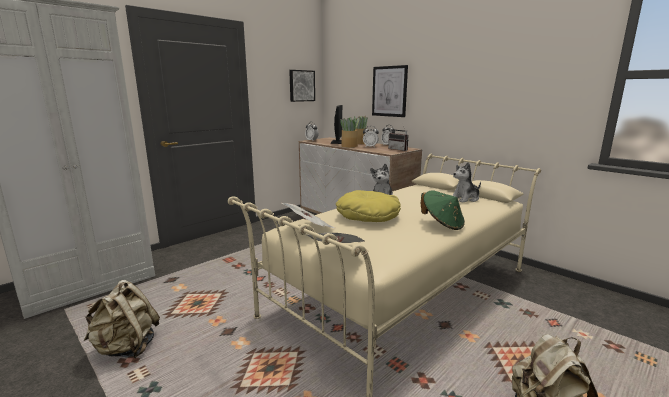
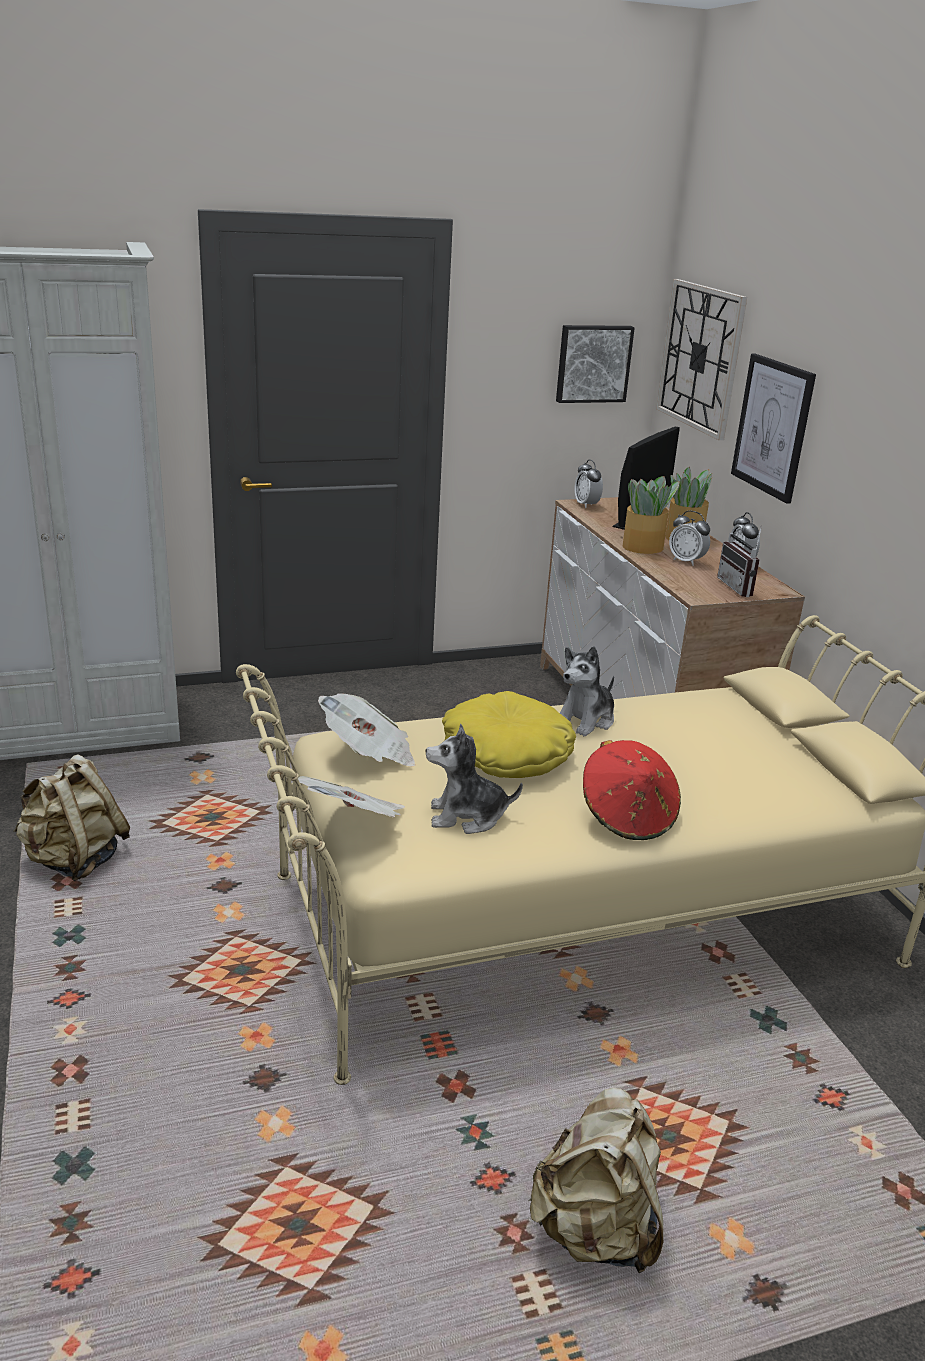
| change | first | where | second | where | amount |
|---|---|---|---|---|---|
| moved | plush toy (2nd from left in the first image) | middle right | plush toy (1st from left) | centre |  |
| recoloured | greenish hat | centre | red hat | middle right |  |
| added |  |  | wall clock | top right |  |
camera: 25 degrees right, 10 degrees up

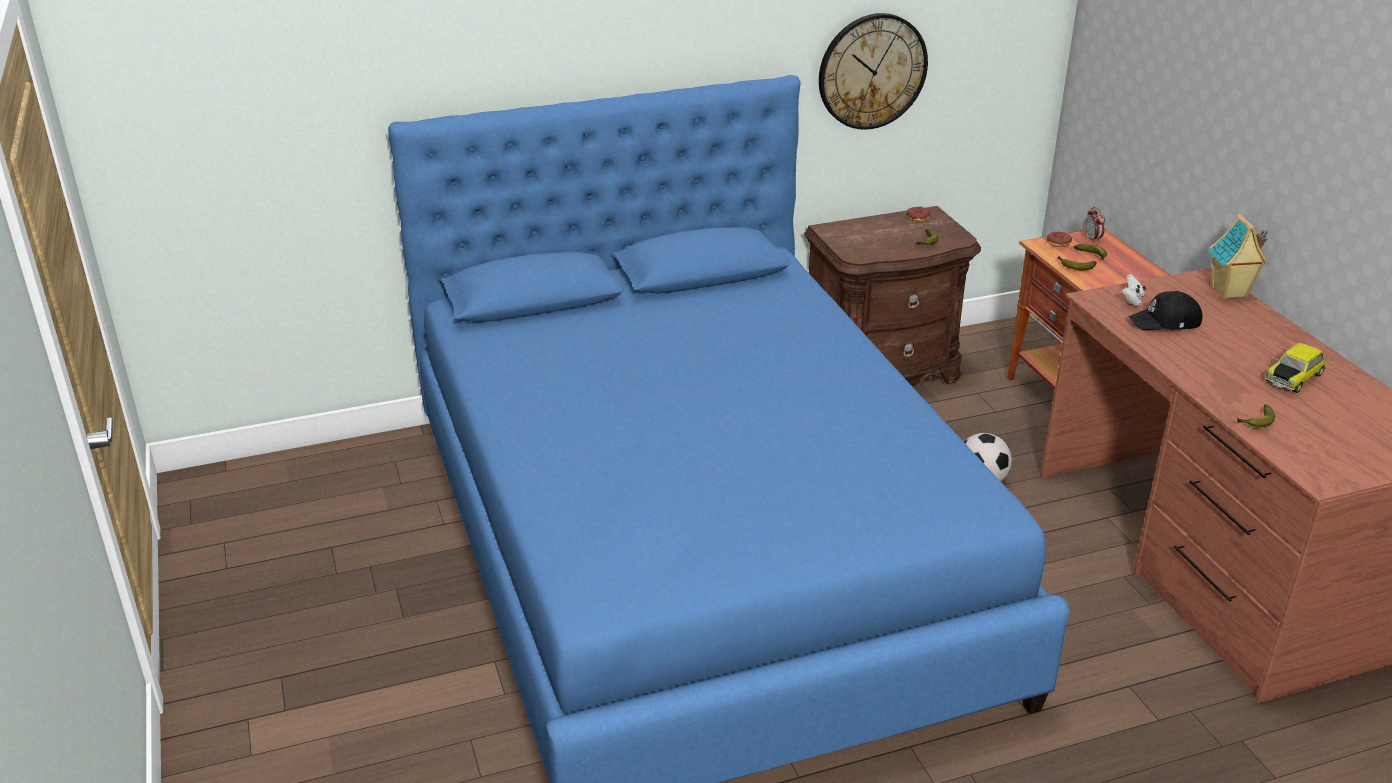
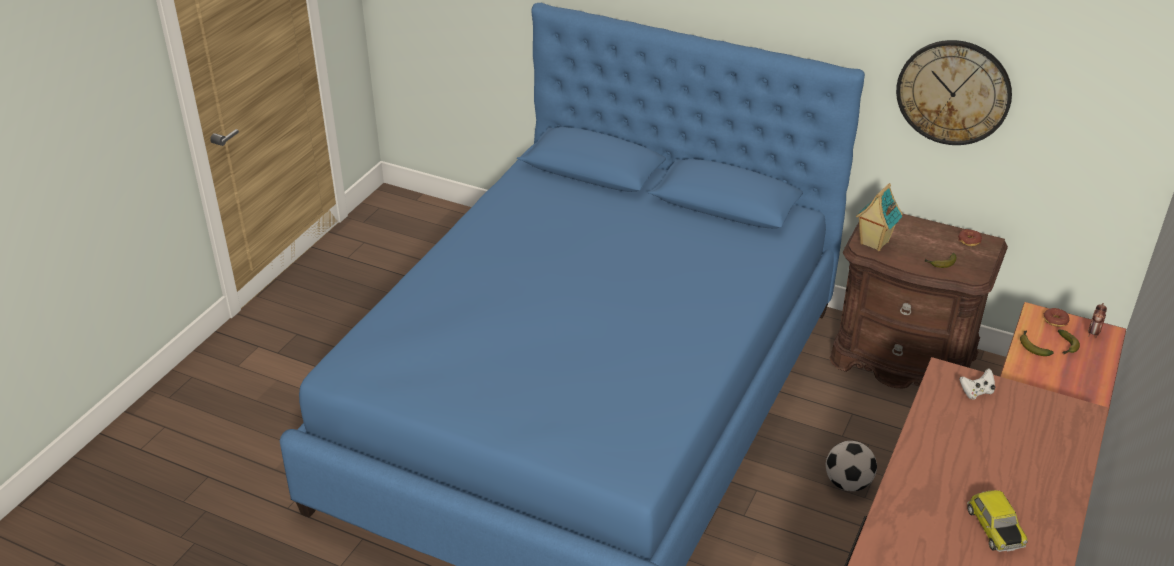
| change | first | where | second | where | amount |
|---|---|---|---|---|---|
| moved | miniature house | top right |  | middle right |  |
| removed | black-coloured baseball cap | middle right |  |  |  |
| turned | toy car | middle right |  | bottom right | 105 degrees counterclockwise |
| removed | whole banana (4th from left) | middle right |  |  |  |
camera: 45 degrees right, 5 degrees up

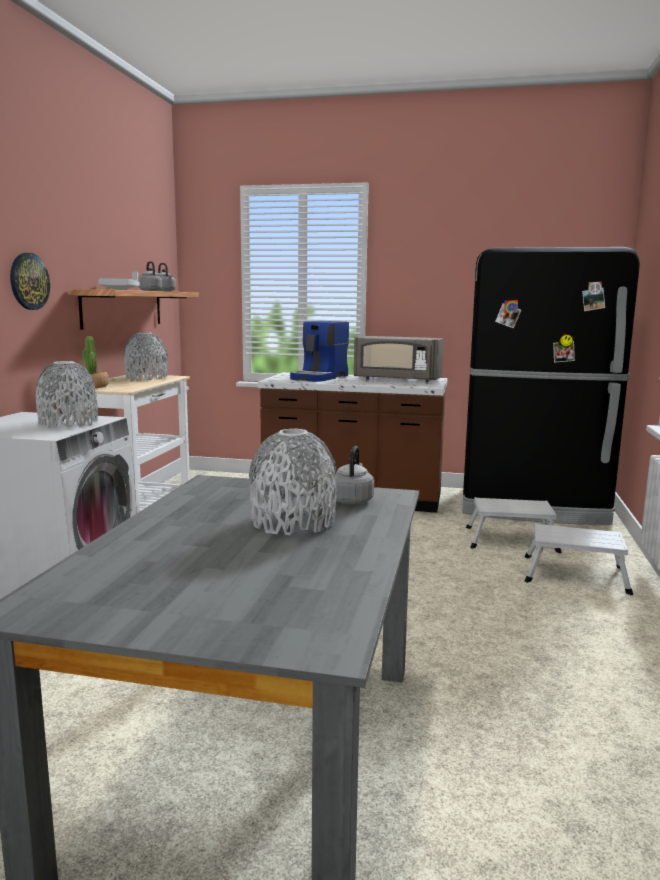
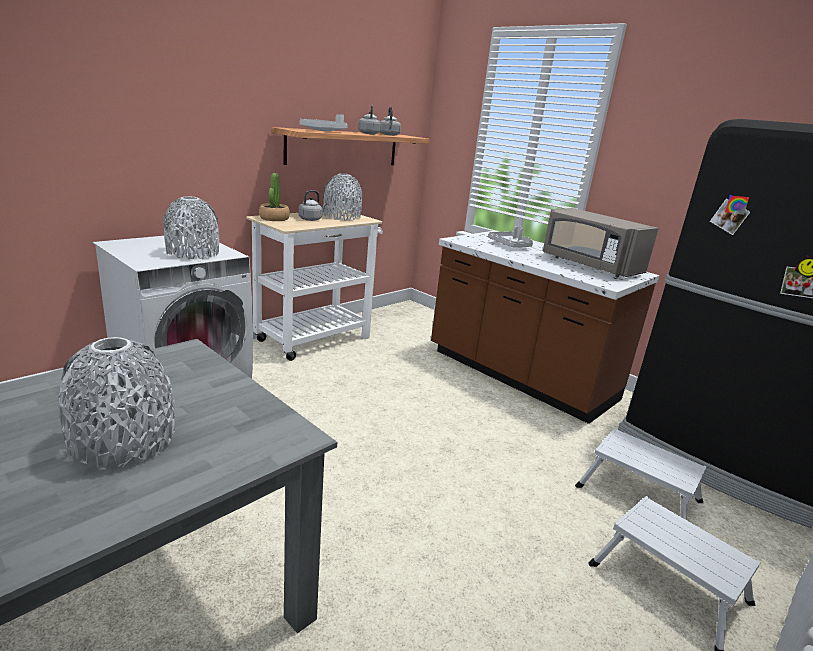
| change | first | where | second | where | amount |
|---|---|---|---|---|---|
| removed | wall clock | top left |  |  |  |
| replaced | coffee machine | centre | gray tray (2nd from left) | centre |  |
| moved | gray water kettle (3rd from left in the first image) | centre | gray water kettle (1st from left) | top centre |  |
camera: 30 degrees right, 10 degrees up

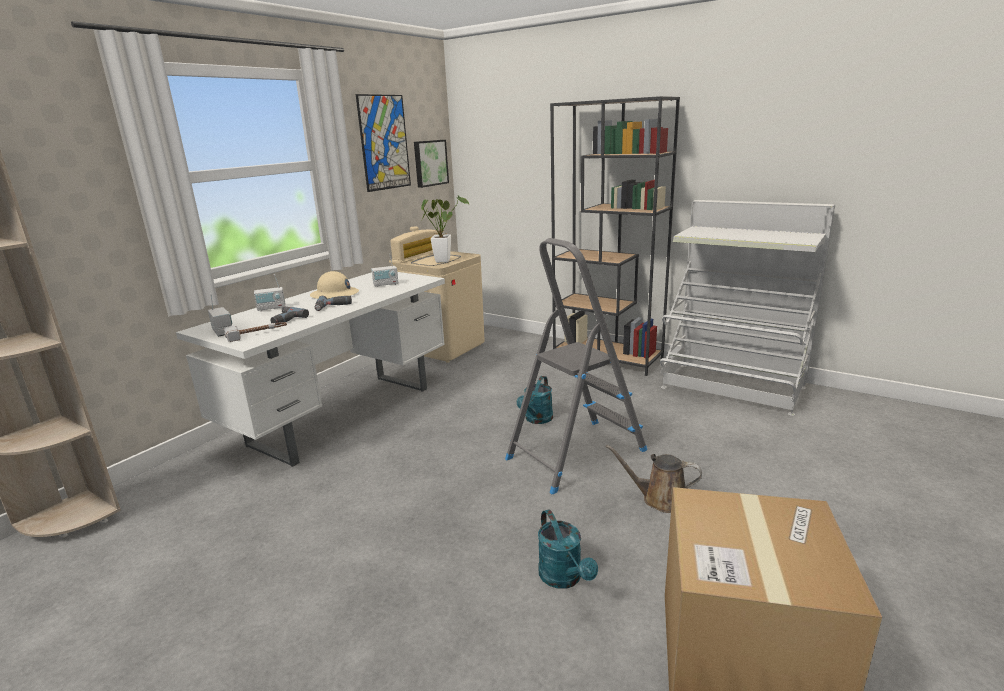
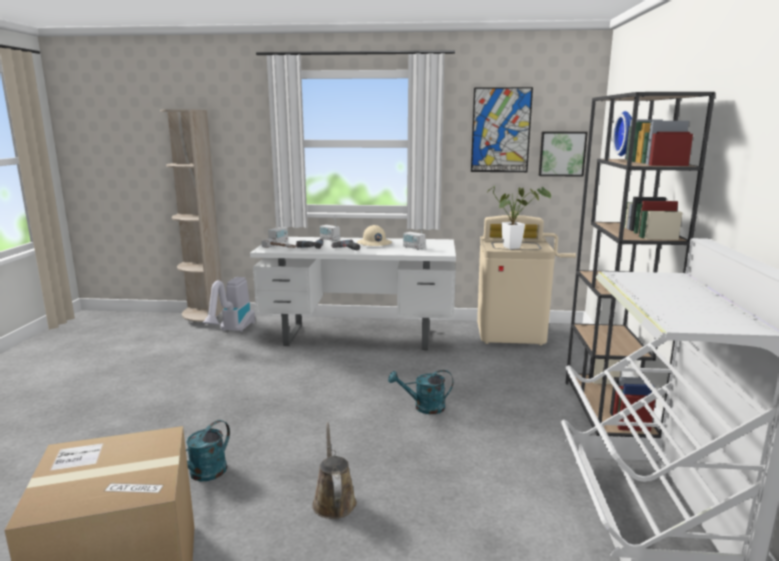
| change | first | where | second | where | amount |
|---|---|---|---|---|---|
| removed | gray stepladder | centre |  |  |  |
| added |  |  | wall clock | top right |  |
| added |  |  | vacuum | middle left |  |
camera: 60 degrees right, 5 degrees down

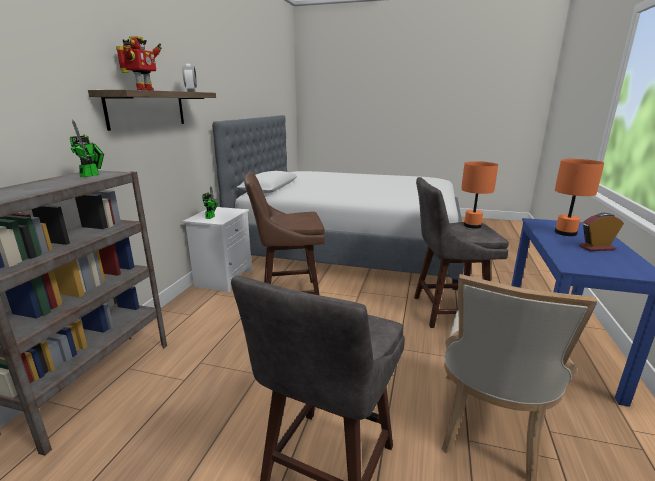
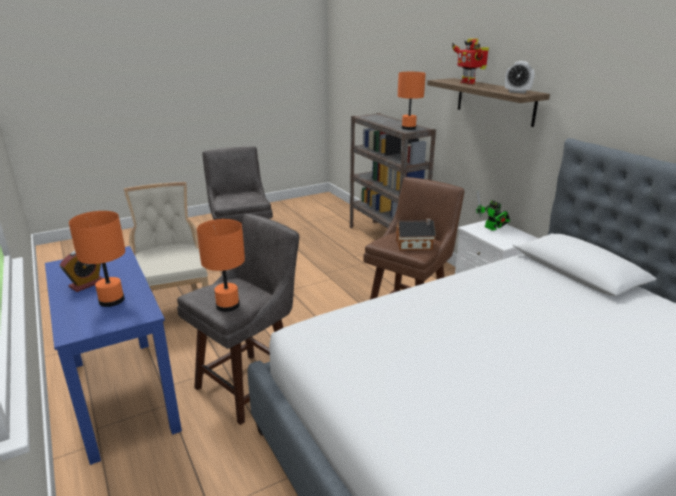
| change | first | where | second | where | amount |
|---|---|---|---|---|---|
| replaced | robot figure (1st from left) | top left | orangey tabletop lamp (3rd from left) | top centre |  |
| added |  |  | miniature house | centre |  |
camera: 135 degrees right, 5 degrees up

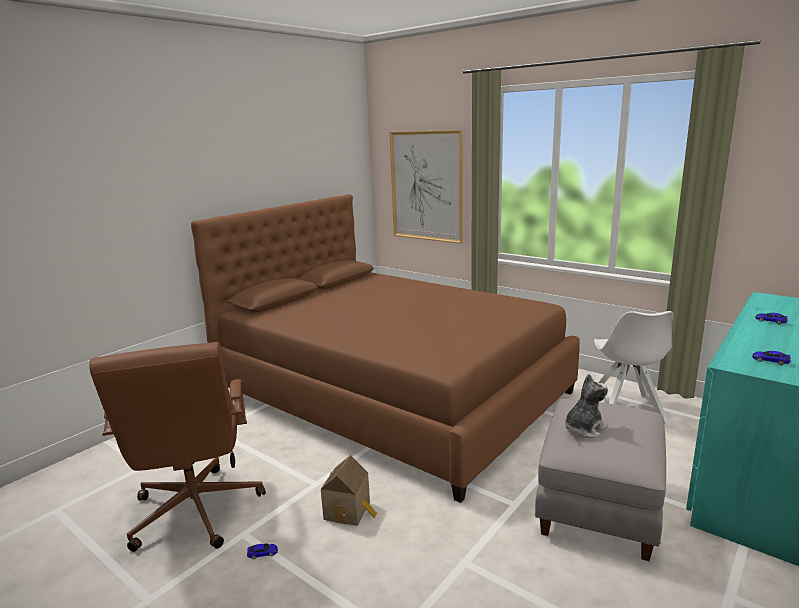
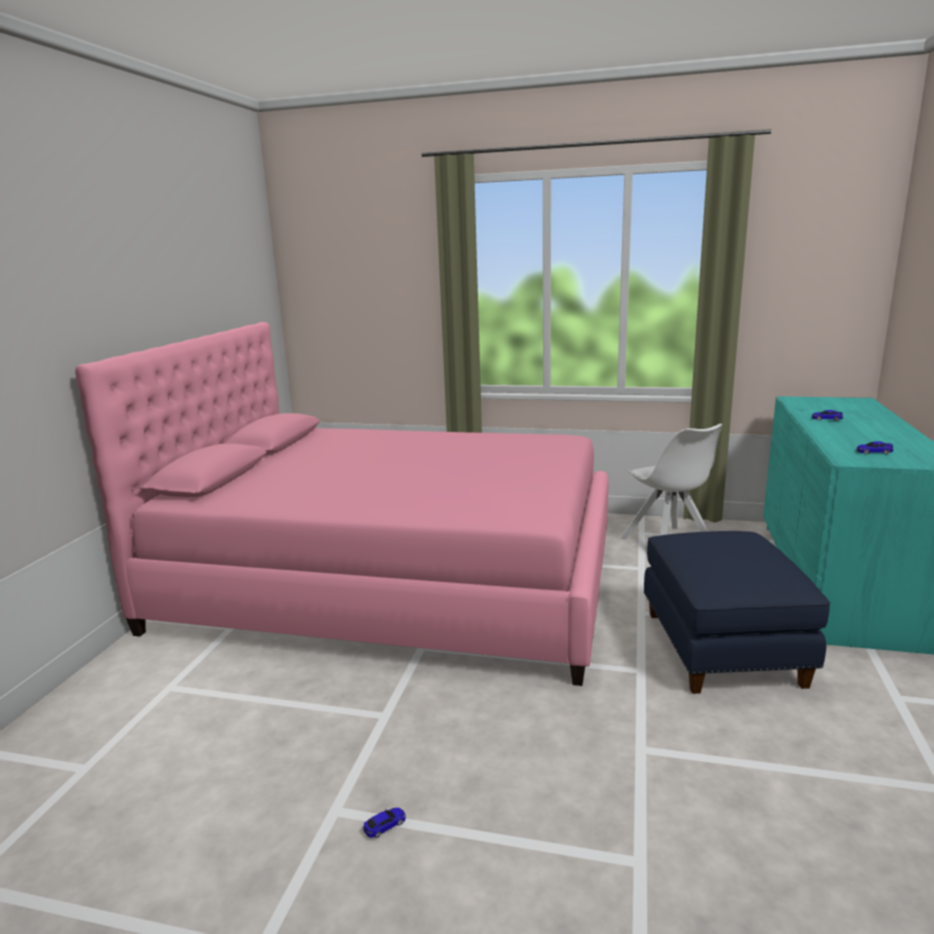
| change | first | where | second | where | amount |
|---|---|---|---|---|---|
| removed | picture | top centre |  |  |  |
| recoloured | brownish bedroom bed | centre | pink-coloured bedroom bed | centre |  |
| removed | brownish computer chair | bottom left |  |  |  |
| removed | plush toy | bottom right |  |  |  |
| recoloured | gray ottoman | bottom right | blue ottoman | middle right |  |
| removed | miniature house | bottom centre |  |  |  |
camera: 25 degrees left, 0 degrees up

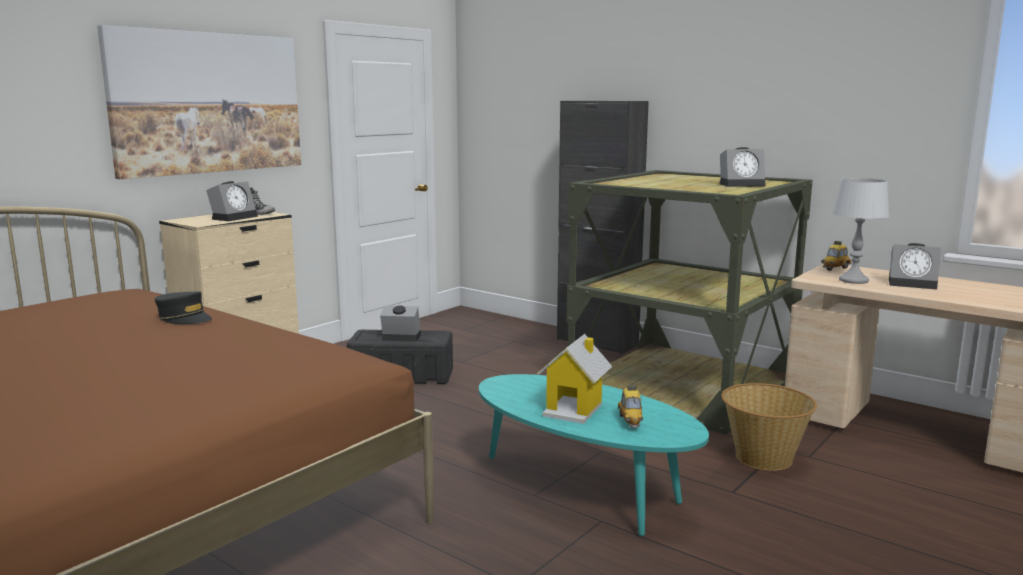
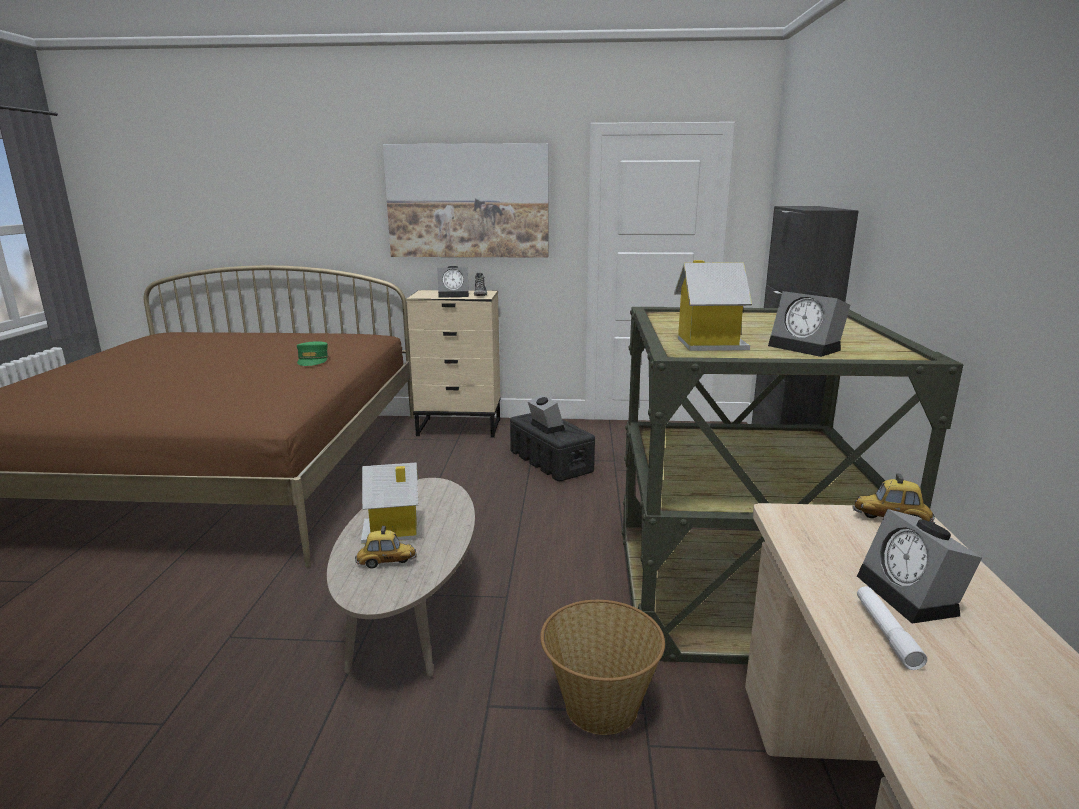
| change | first | where | second | where | amount |
|---|---|---|---|---|---|
| removed | gray tabletop lamp | middle right |  |  |  |
| recoloured | black-coloured baseball cap | middle left | greenish baseball cap | middle left |  |
| recoloured | turquoise lounge table | bottom centre | beige lounge table | bottom centre |  |
| turned | toy car (1st from left) | bottom centre |  | bottom centre | 150 degrees counterclockwise |
| added |  |  | miniature house (2nd from left) | centre |  |
| added |  |  | white-coloured hand torch | bottom right |  |
camera: 55 degrees right, 5 degrees up

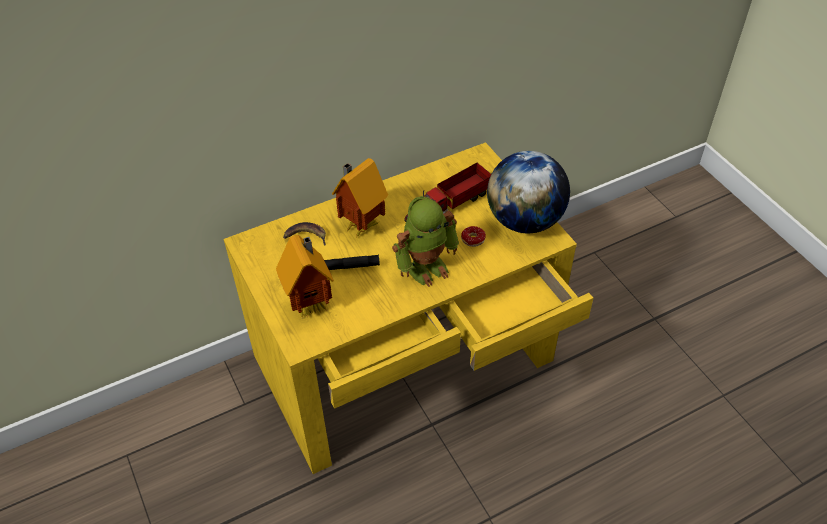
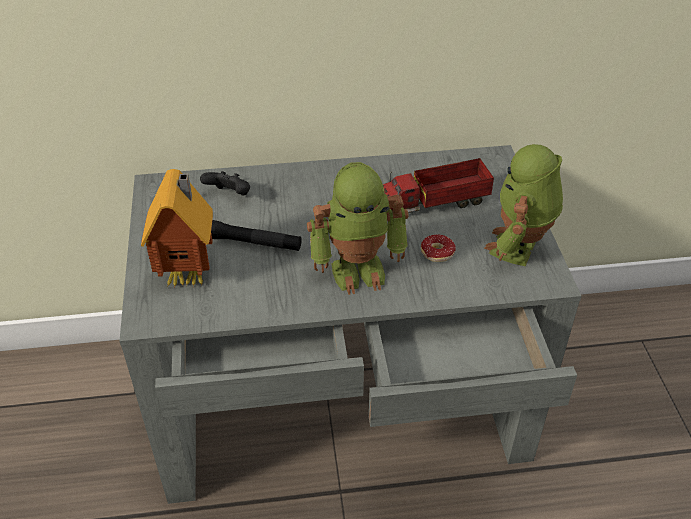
| change | first | where | second | where | amount |
|---|---|---|---|---|---|
| recoloured | yellowish desk | centre | gray desk | centre |  |
| replaced | world globe | centre | robot figure (2nd from left) | middle right |  |
| removed | miniature house (2nd from left) | centre |  |  |  |
| replaced | whole banana | centre | black-coloured game controller | middle left |  |
camera: 20 degrees right, 5 degrees down

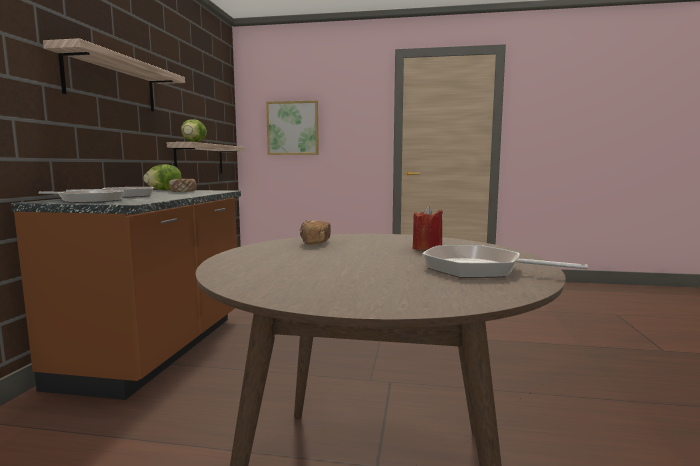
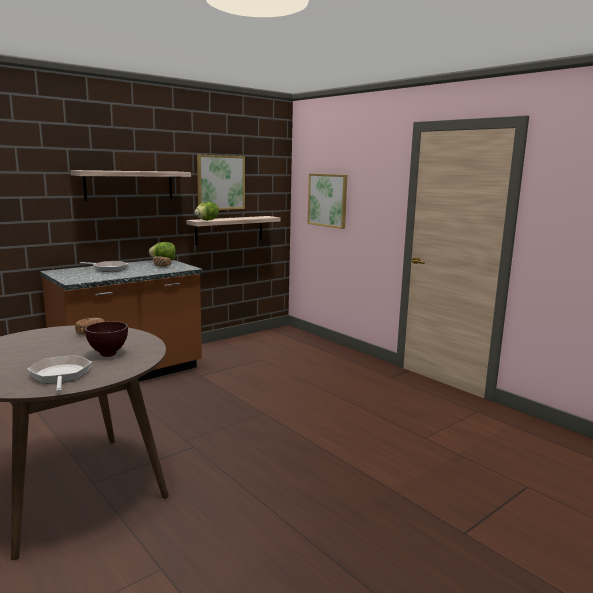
| change | first | where | second | where | amount |
|---|---|---|---|---|---|
| removed | pan (1st from left) | middle left |  |  |  |
| replaced | red wax light | centre | brownish serving bowl | middle left |  |
| added |  |  | picture (1st from left) | top centre |  |
camera: 40 degrees right, 5 degrees up

